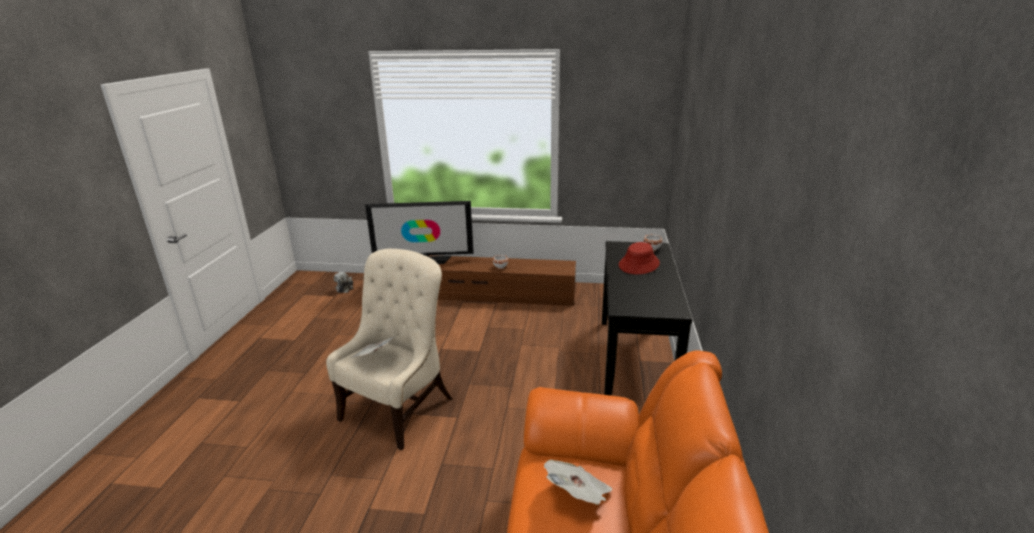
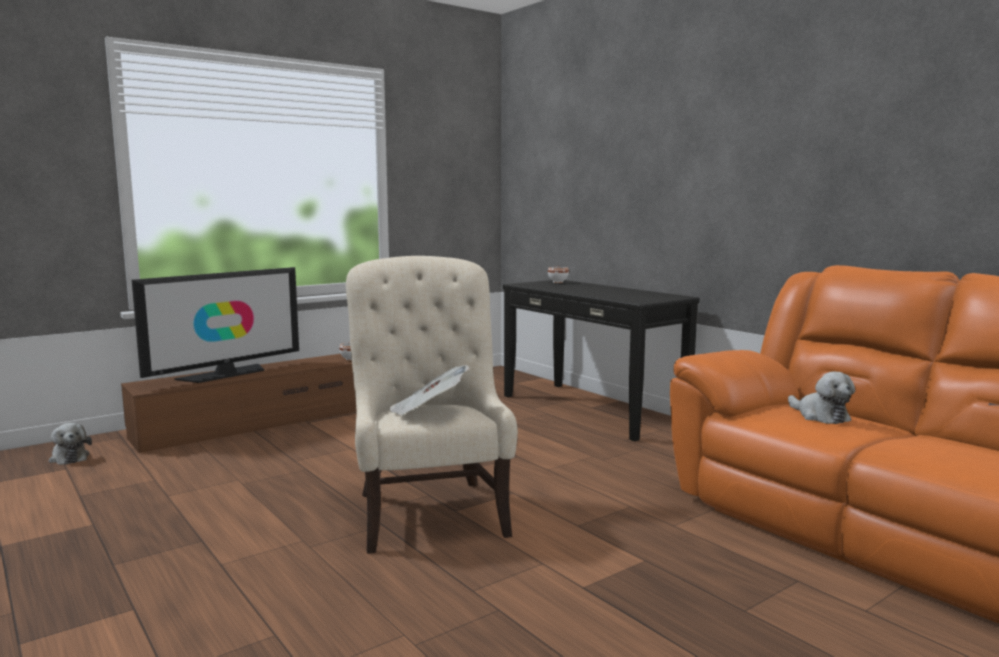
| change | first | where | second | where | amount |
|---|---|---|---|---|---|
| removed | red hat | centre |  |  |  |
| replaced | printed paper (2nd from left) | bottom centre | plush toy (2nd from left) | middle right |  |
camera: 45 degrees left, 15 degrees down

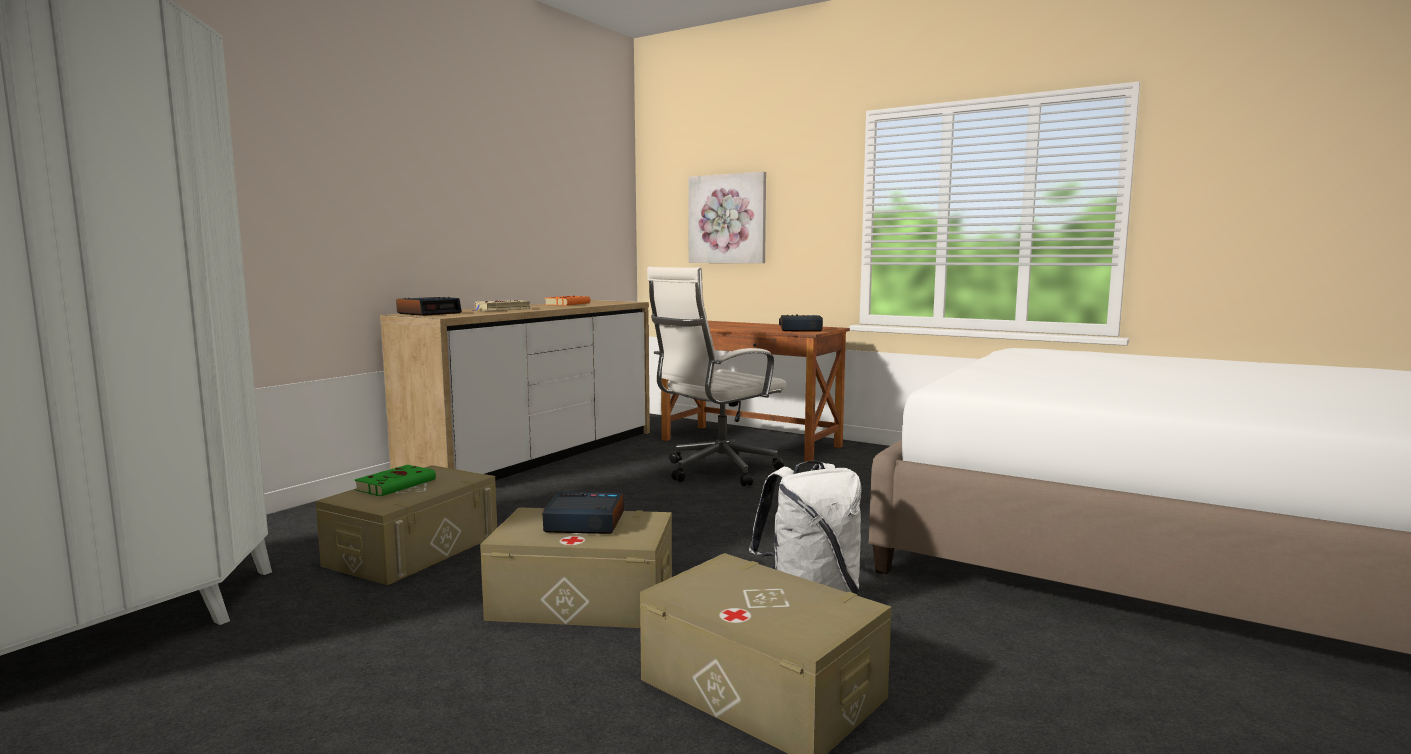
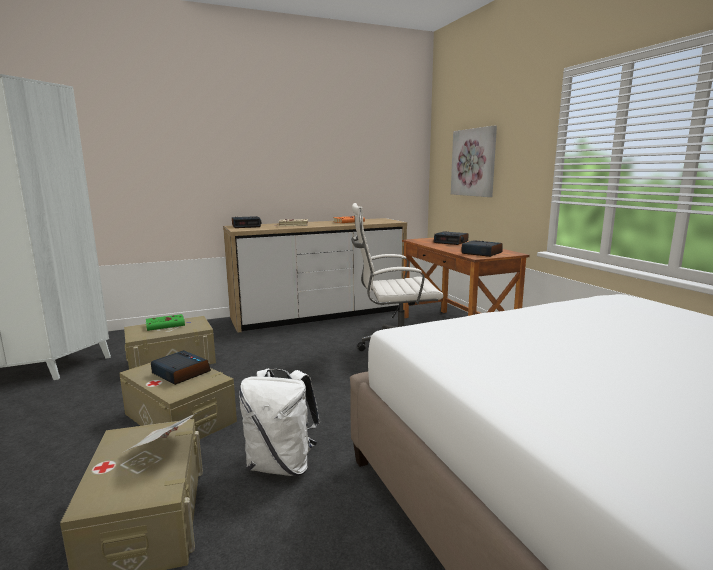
| change | first | where | second | where | amount |
|---|---|---|---|---|---|
| added |  |  | bedside clock (3rd from left) | centre |  |
| added |  |  | printed paper | bottom left |  |
camera: 35 degrees right, 5 degrees up

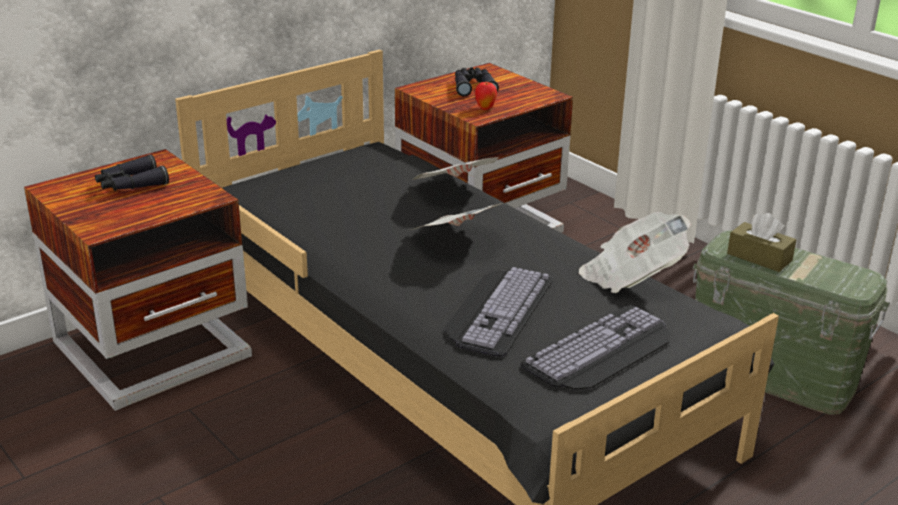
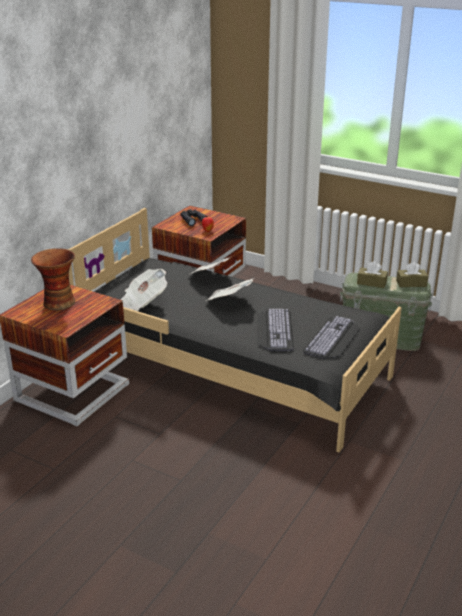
| change | first | where | second | where | amount |
|---|---|---|---|---|---|
| replaced | black-coloured pair of binoculars (1st from left) | middle left | flower vase | middle left |  |
| moved | printed paper (3rd from left in the first image) | middle right | printed paper (1st from left) | middle left |  |
| added |  |  | brownish box of tissues (2nd from left) | middle right |  |
camera: 20 degrees left, 0 degrees up

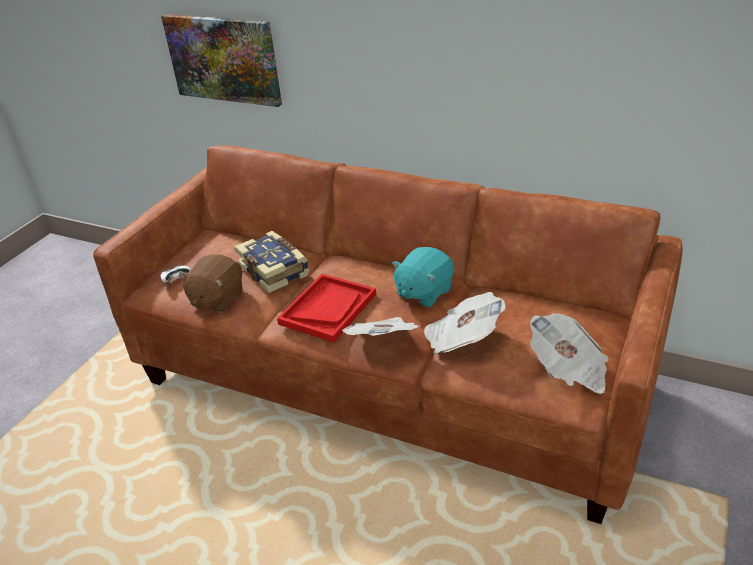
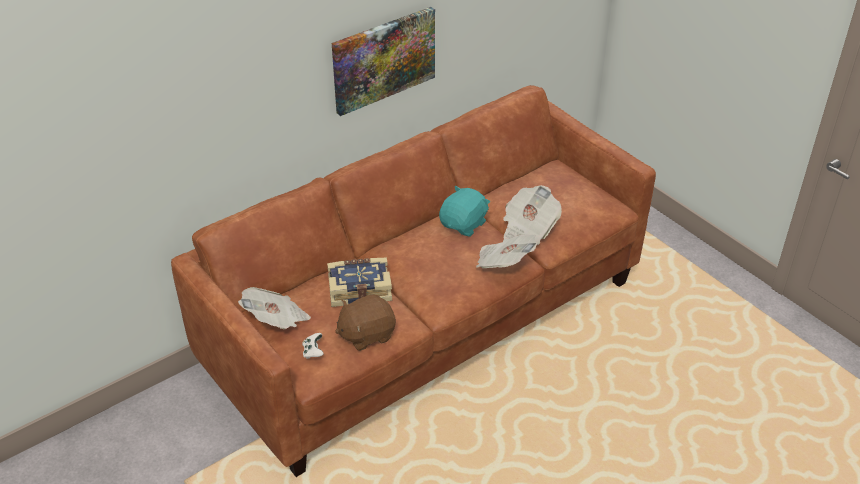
| change | first | where | second | where | amount |
|---|---|---|---|---|---|
| moved | picture | top left |  | top centre |  |
| turned | turquoise plush toy | centre |  | centre | 120 degrees counterclockwise |
| turned | brownish plush toy | middle left |  | centre | 105 degrees clockwise |
| removed | red tray | centre |  |  |  |
| moved | printed paper (3rd from left in the first image) | middle right | printed paper (1st from left) | middle left |  |
camera: 65 degrees left, 5 degrees up

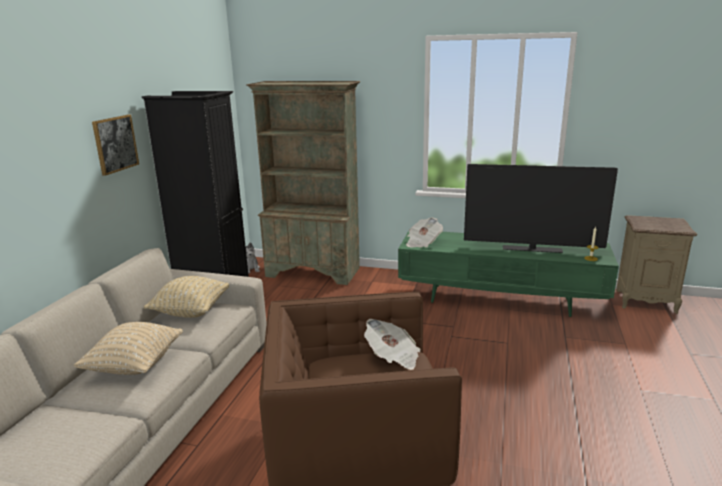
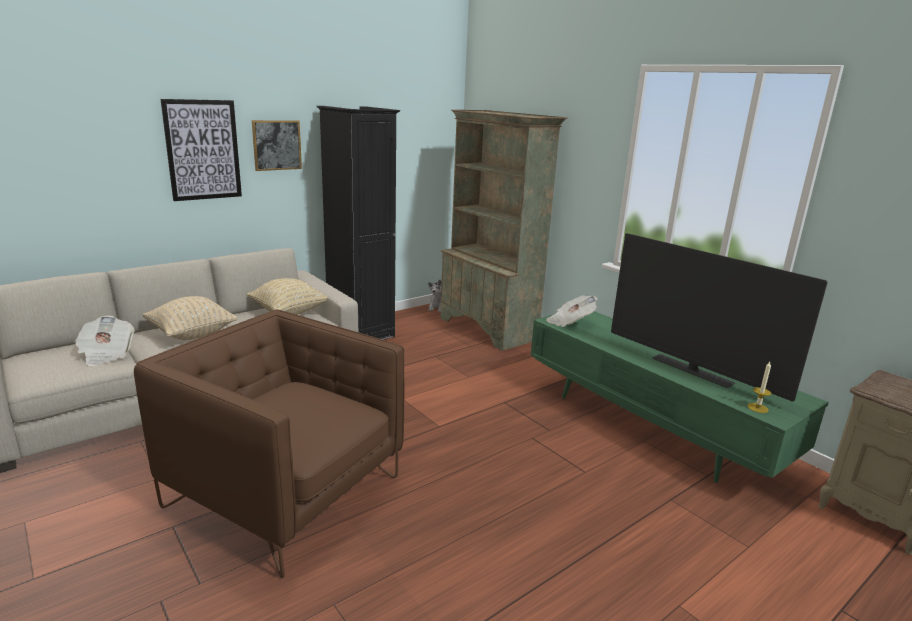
| change | first | where | second | where | amount |
|---|---|---|---|---|---|
| moved | printed paper (1st from left) | bottom centre |  | middle left |  |
| added |  |  | picture (1st from left) | top left |  |
camera: 35 degrees right, 0 degrees up

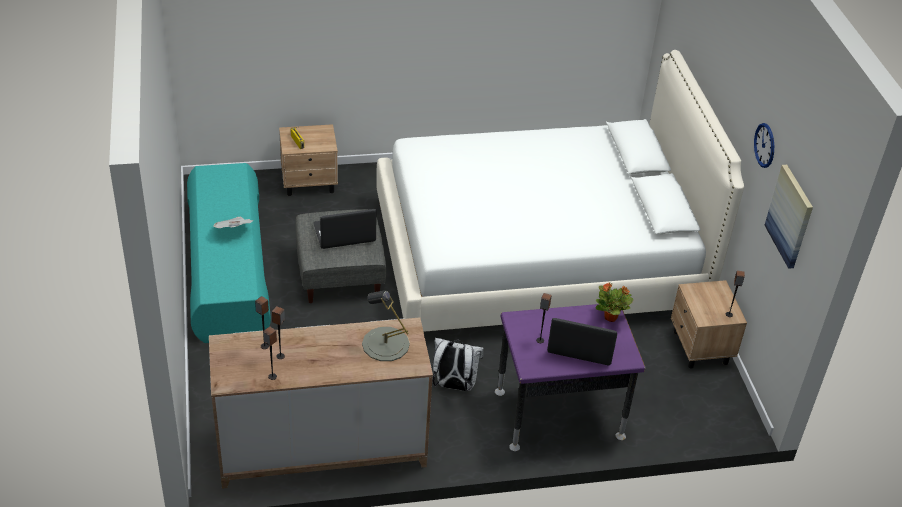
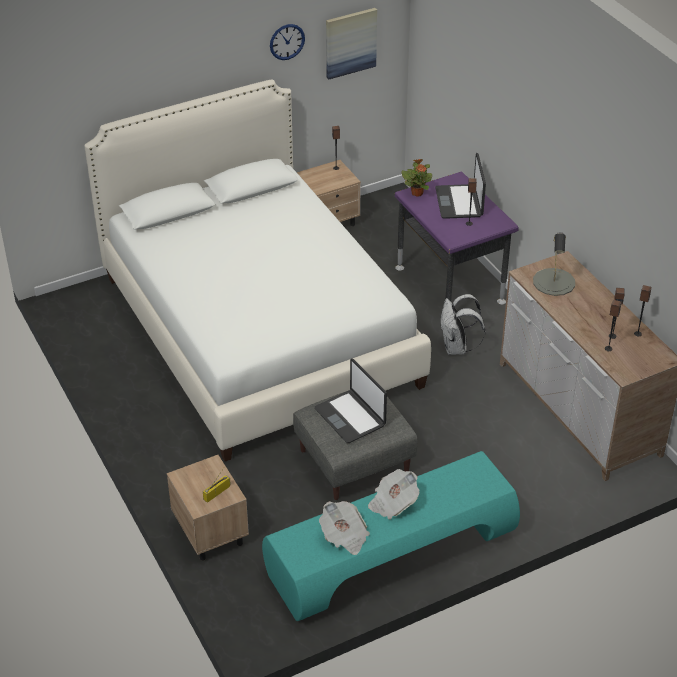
| change | first | where | second | where | amount |
|---|---|---|---|---|---|
| added |  |  | printed paper (1st from left) | bottom centre |  |
camera: 105 degrees left, 0 degrees up

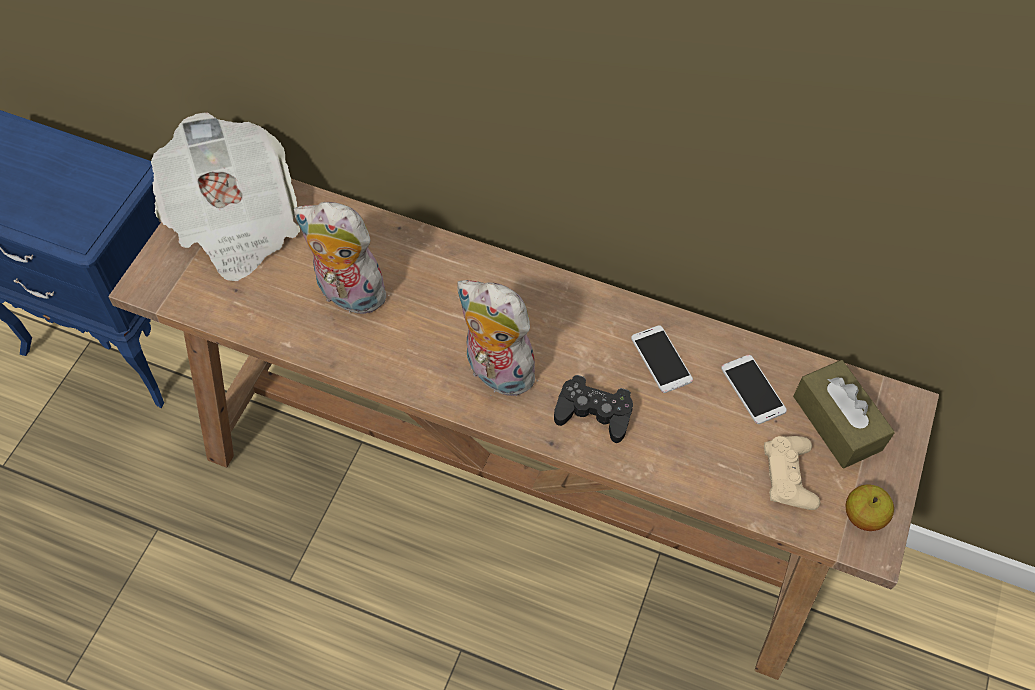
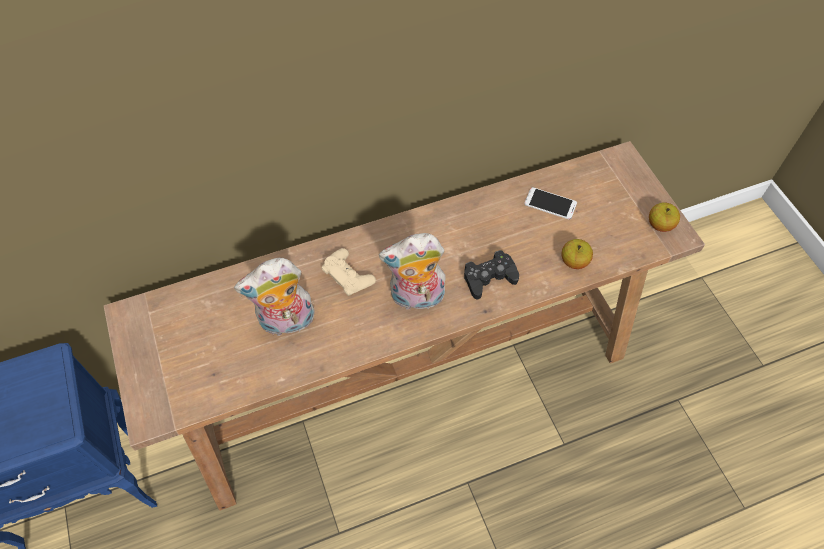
| change | first | where | second | where | amount |
|---|---|---|---|---|---|
| removed | printed paper | top left |  |  |  |
| removed | handset (1st from left) | centre |  |  |  |
| removed | brownish box of tissues | middle right |  |  |  |
| moved | beige game controller | bottom right |  | centre |  |
| added |  |  | whole apple (1st from left) | middle right |  |
camera: 40 degrees left, 0 degrees up

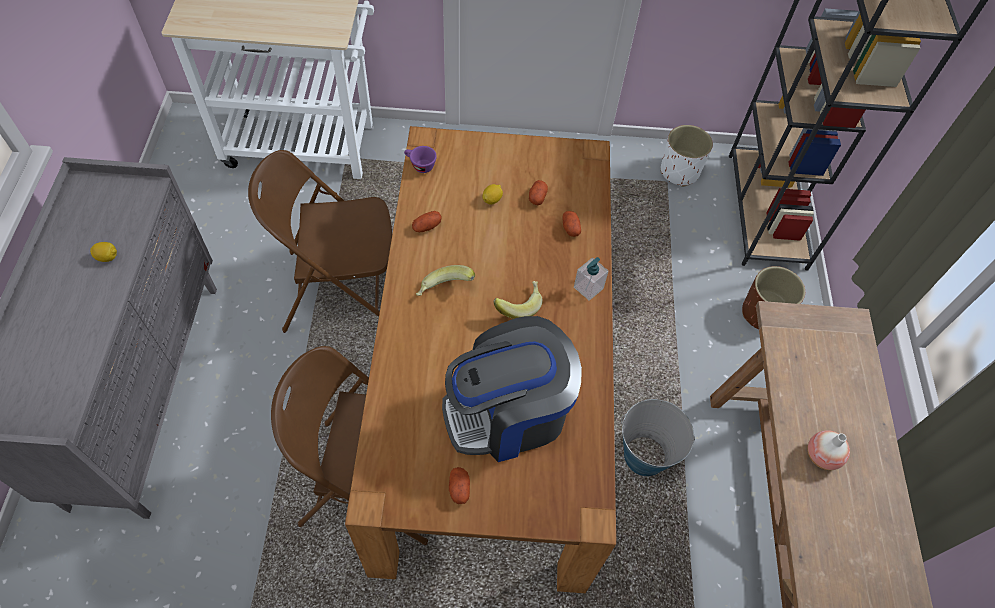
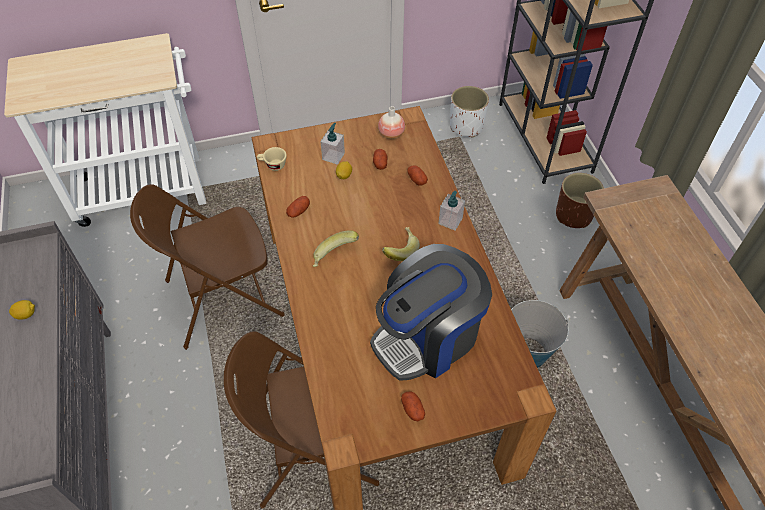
| change | first | where | second | where | amount |
|---|---|---|---|---|---|
| recoloured | purplish drinking cup | top centre | beige drinking cup | top centre |  |
| moved | flower vase | bottom right |  | top centre |  |
| added |  |  | soap bottle (1st from left) | top centre |  |
camera: 15 degrees left, 5 degrees down

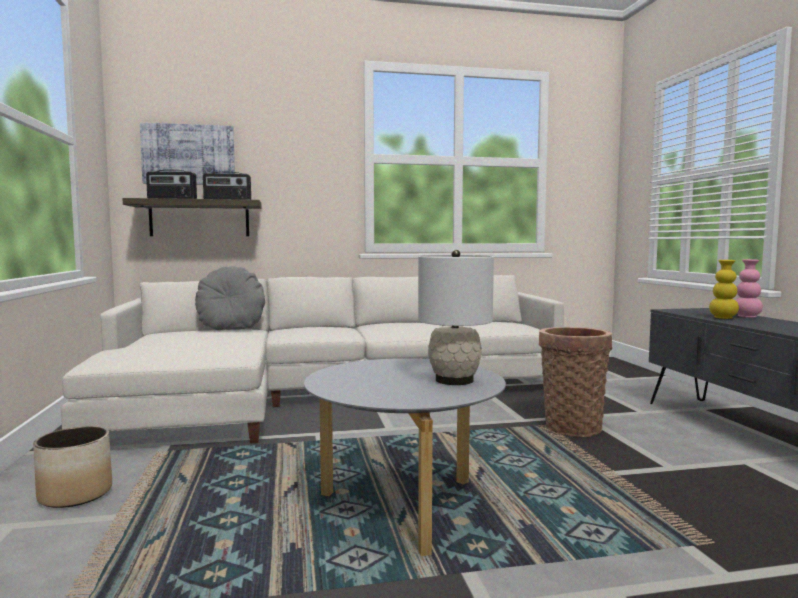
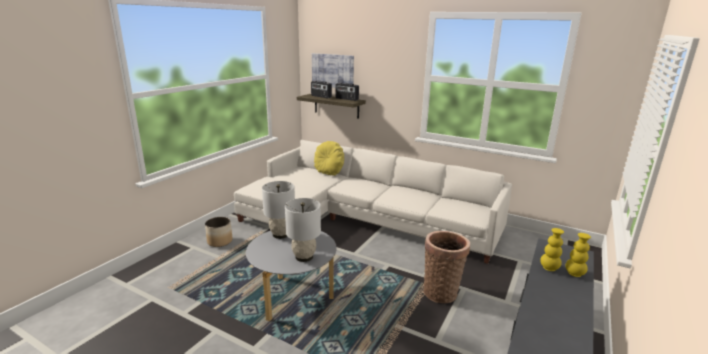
| change | first | where | second | where | amount |
|---|---|---|---|---|---|
| recoloured | pink-coloured flower vase | middle right | yellowish flower vase (2nd from left) | bottom right |  |
| recoloured | gray throw pillow | middle left | yellowish throw pillow | centre |  |
| added |  |  | white-coloured tabletop lamp (1st from left) | centre |  |
camera: 40 degrees right, 15 degrees up

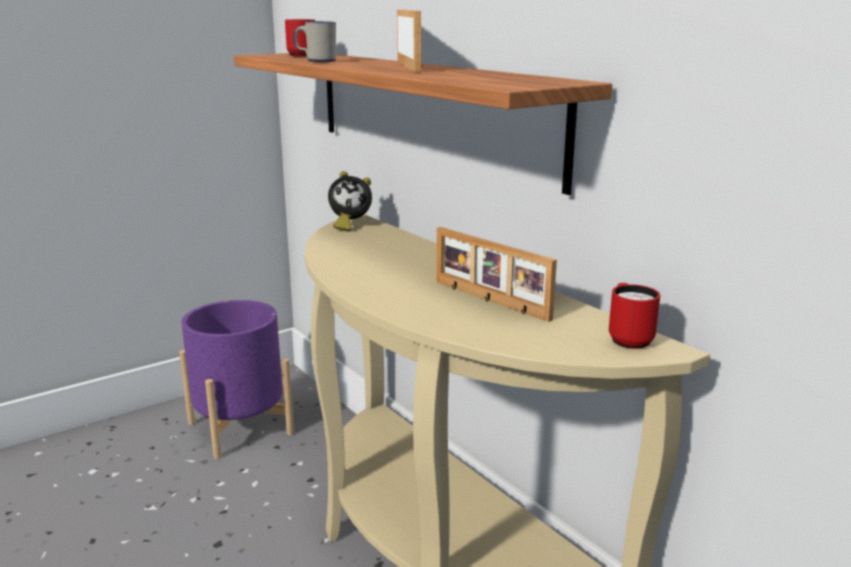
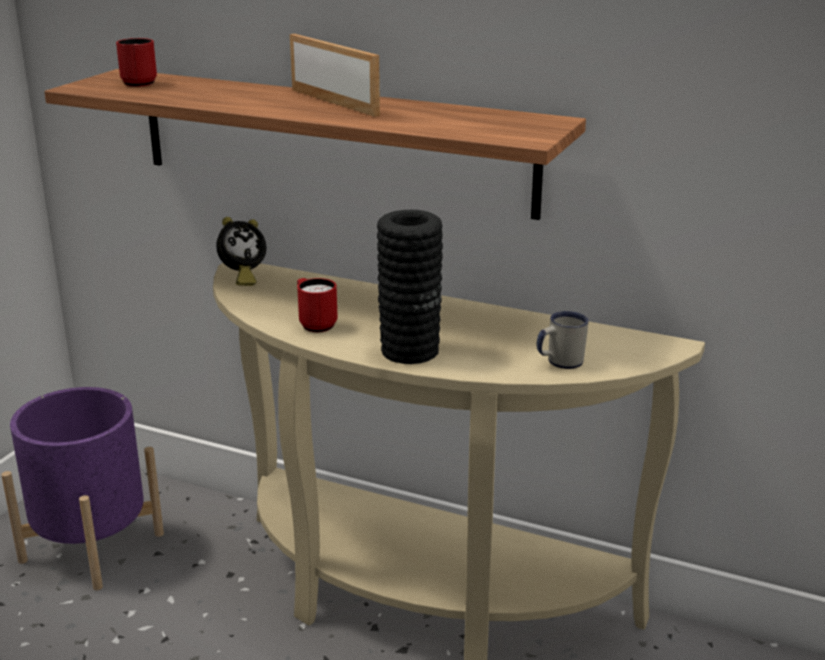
| change | first | where | second | where | amount |
|---|---|---|---|---|---|
| moved | white-coloured tea mug | top centre |  | middle right |  |
| removed | standing frame (2nd from left) | centre |  |  |  |
| moved | red tea mug (2nd from left) | middle right |  | centre |  |
| added |  |  | black-coloured flower vase | centre |  |
camera: 30 degrees left, 5 degrees up

